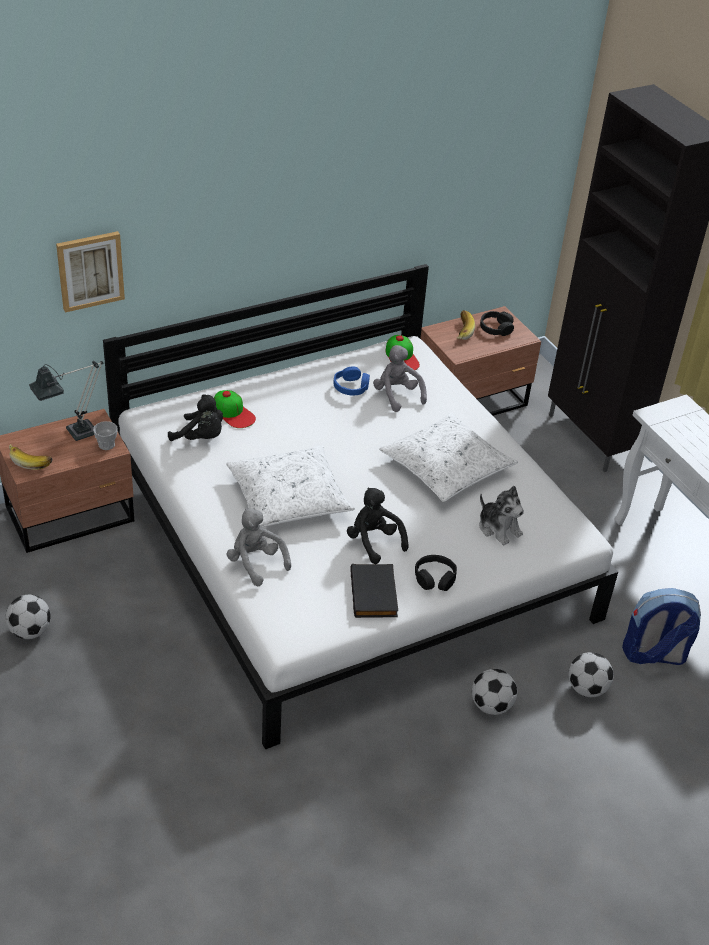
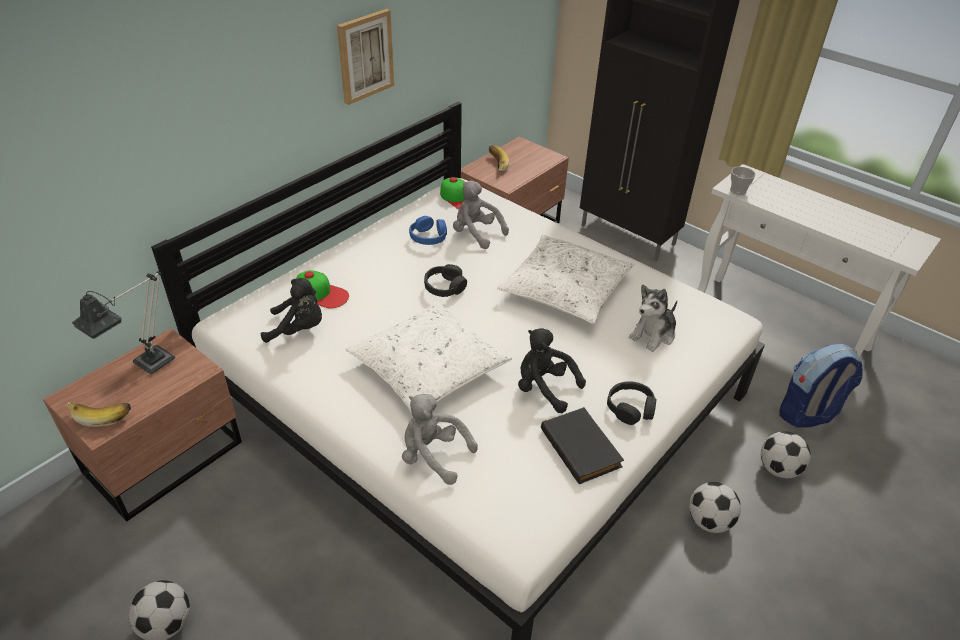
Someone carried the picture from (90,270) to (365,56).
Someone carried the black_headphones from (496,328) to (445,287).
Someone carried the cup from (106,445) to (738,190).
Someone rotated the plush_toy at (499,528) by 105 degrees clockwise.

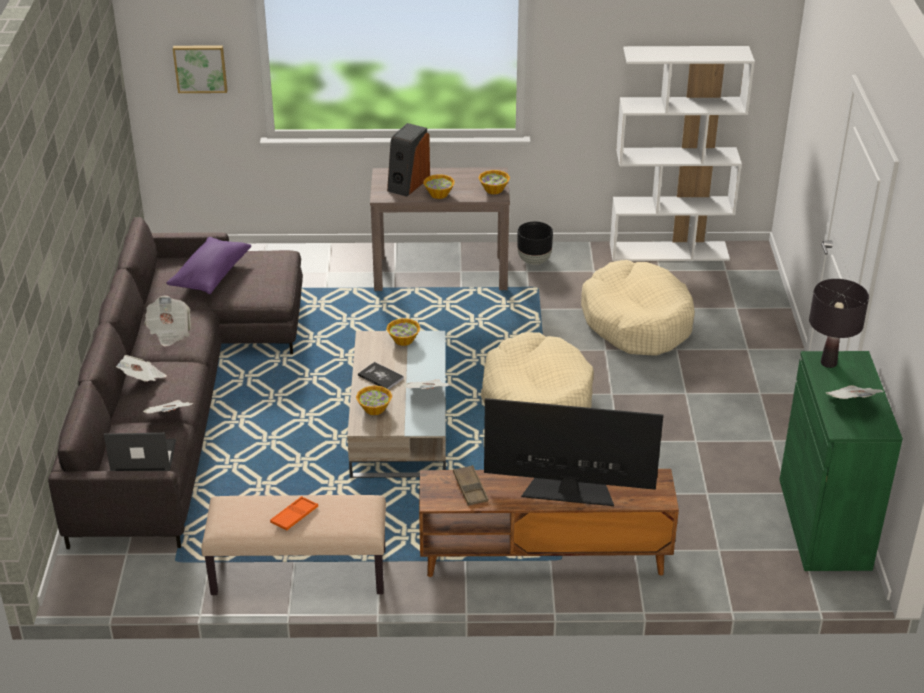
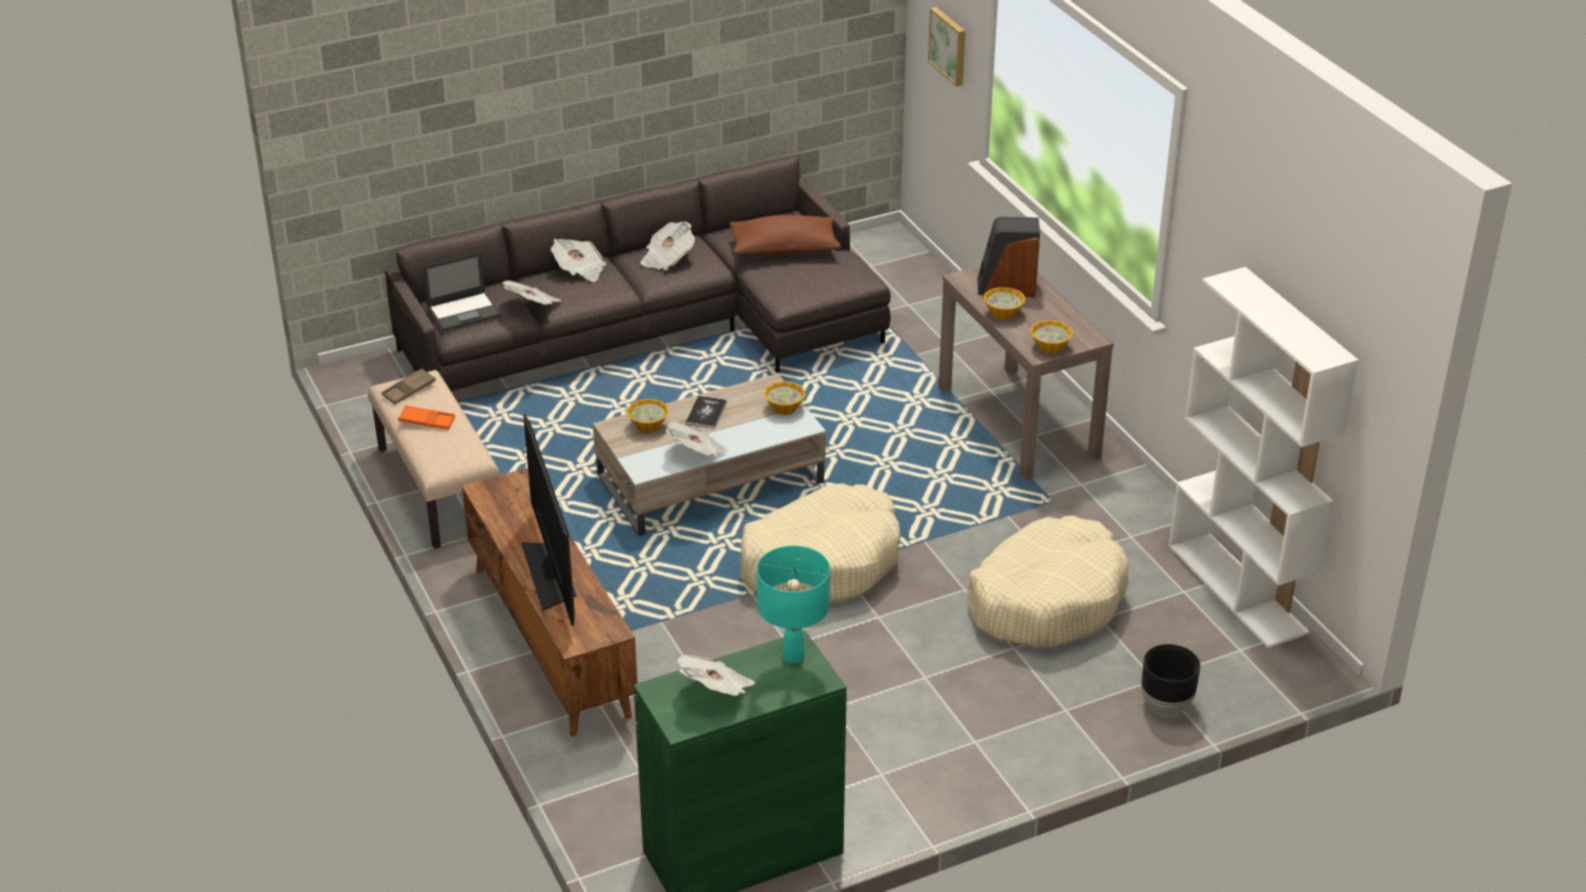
Someone carried the black_planter from (534,261) to (1166,705).
Someone repainted the purple_pillow at (210,275), which became the brown_pillow at (784,249).
Someone repainted the black_table_lamp at (828,363), which became the turquoise_table_lamp at (793,657).
Someone rotated the laptop at (142,456) by 90 degrees clockwise.
Someone carried the brown_tray from (470,488) to (409,390).

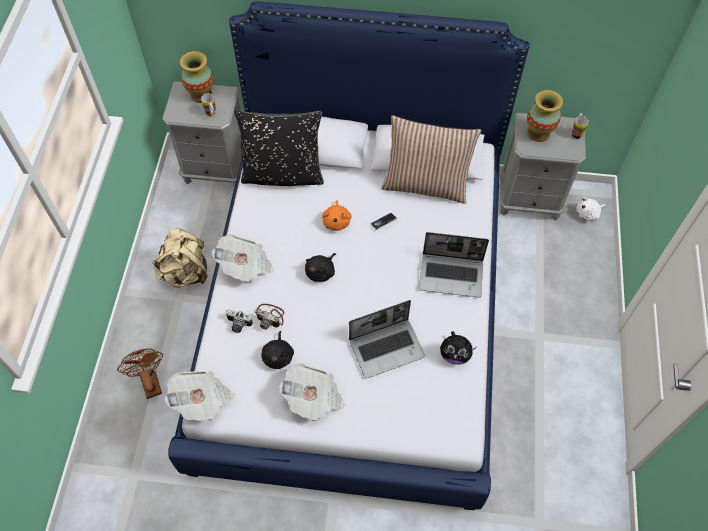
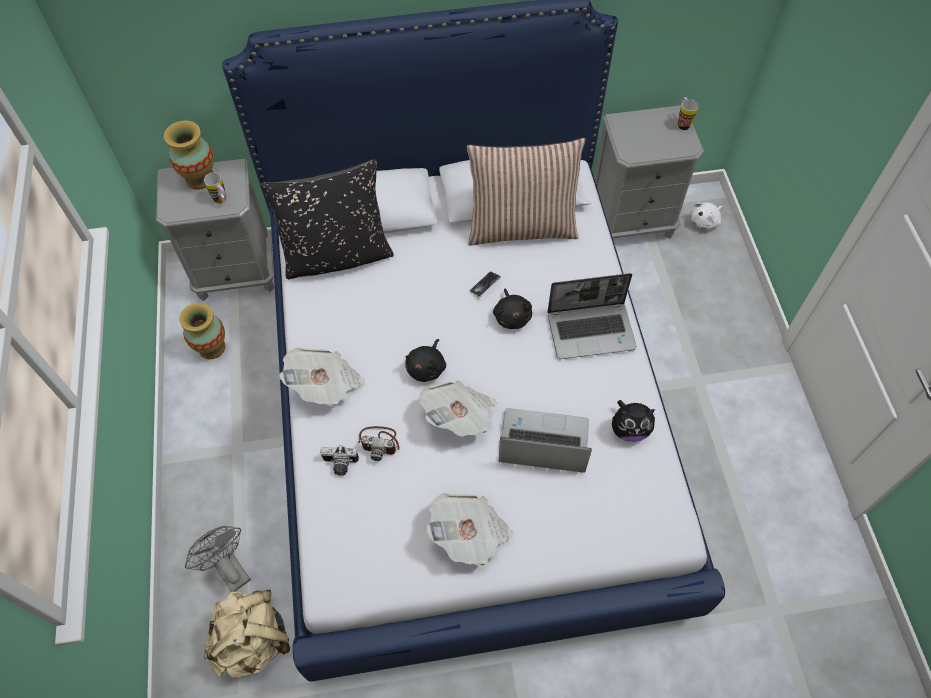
Someone carried the vase from (538,133) to (211,348).
Someone took away the orange_plush_toy at (337,221).
Someone carried the beige_backpack from (185,272) to (253,640).
Someone rotated the laptop at (387,348) by 135 degrees counterclockwise.
Someone carried the black_plush_toy from (278,356) to (512,316).
Someone repainted the brown_fan at (149,381), which became the grey_fan at (229,568).
Someone carried the newspaper from (202,400) to (460,416).

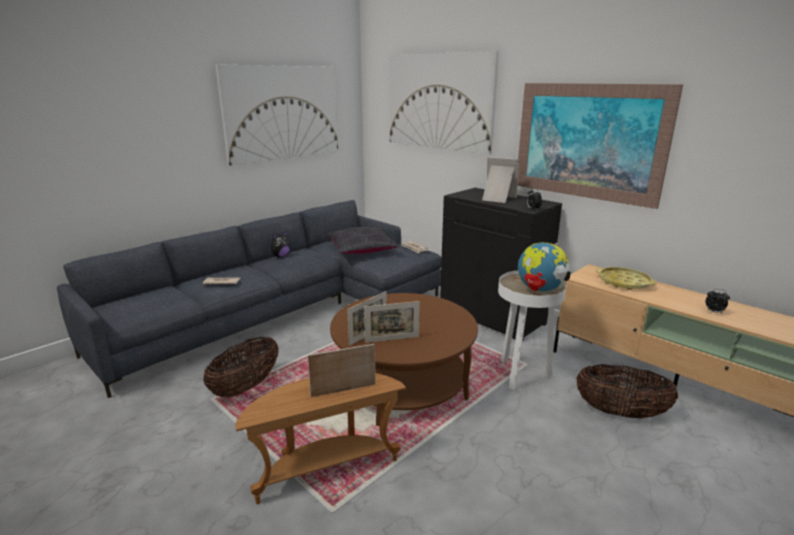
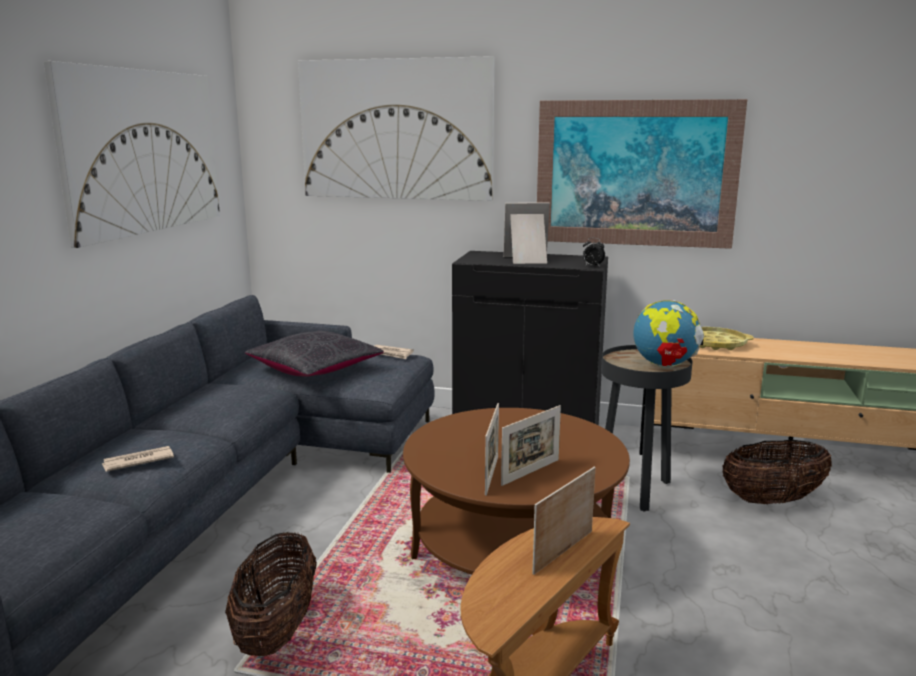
Someone took away the plush_toy at (280,256).
Someone repainted the white_side_table at (522,375), which became the black_side_table at (636,491).
Someone took away the alarm_clock at (714,312).

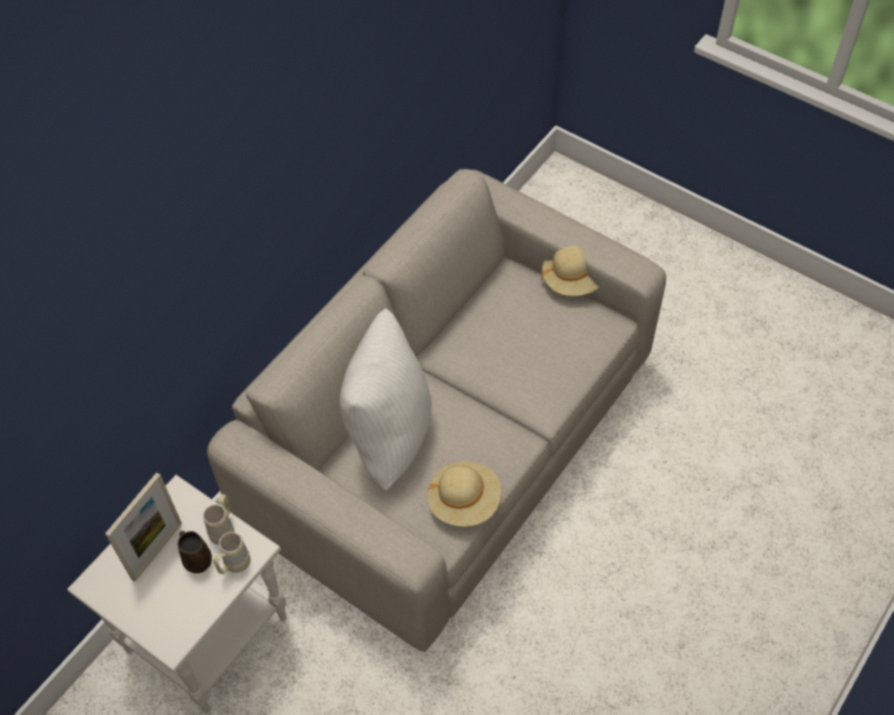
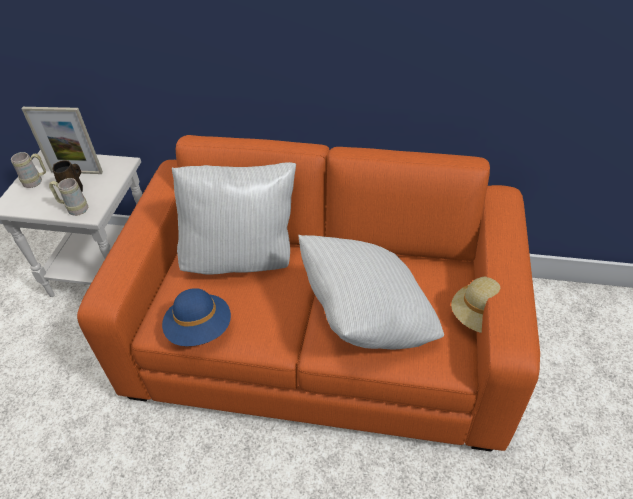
Someone repainted the beige_sofa at (449,439), which became the orange_sofa at (321,337).
Someone repainted the beige_hat at (464,502), which became the blue_hat at (200,329).
Someone carried the beige_mug from (224,528) to (36,182).
Someone put down the white_pillow at (367,319).

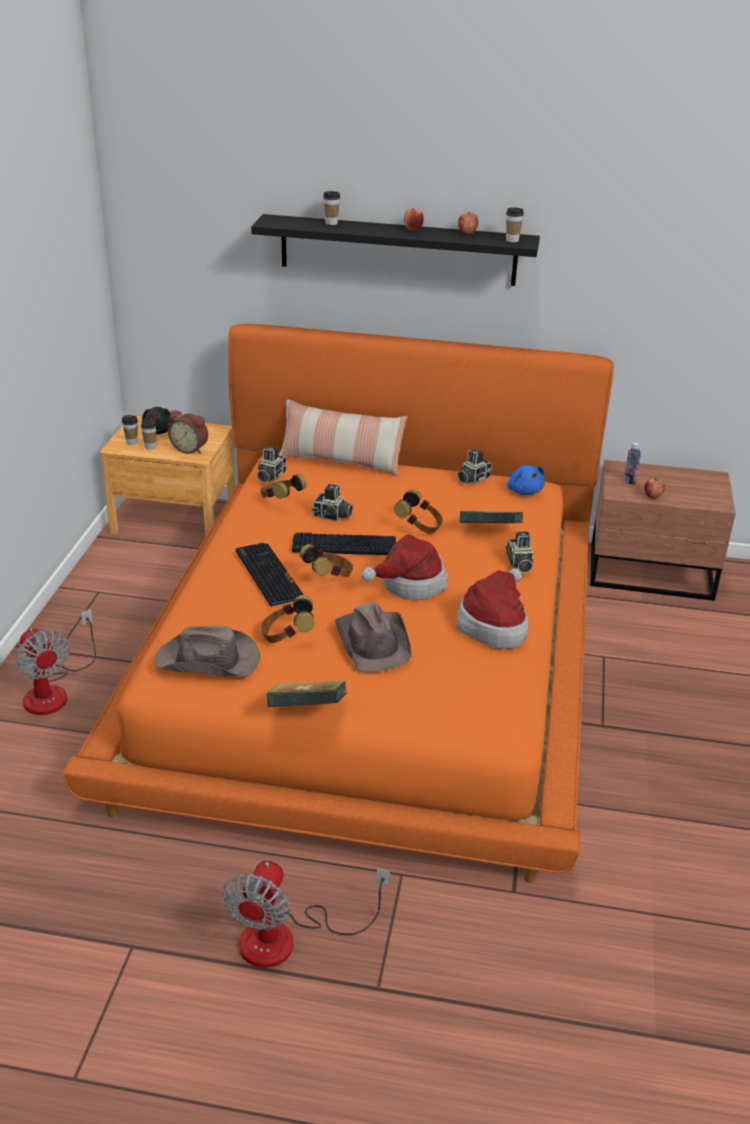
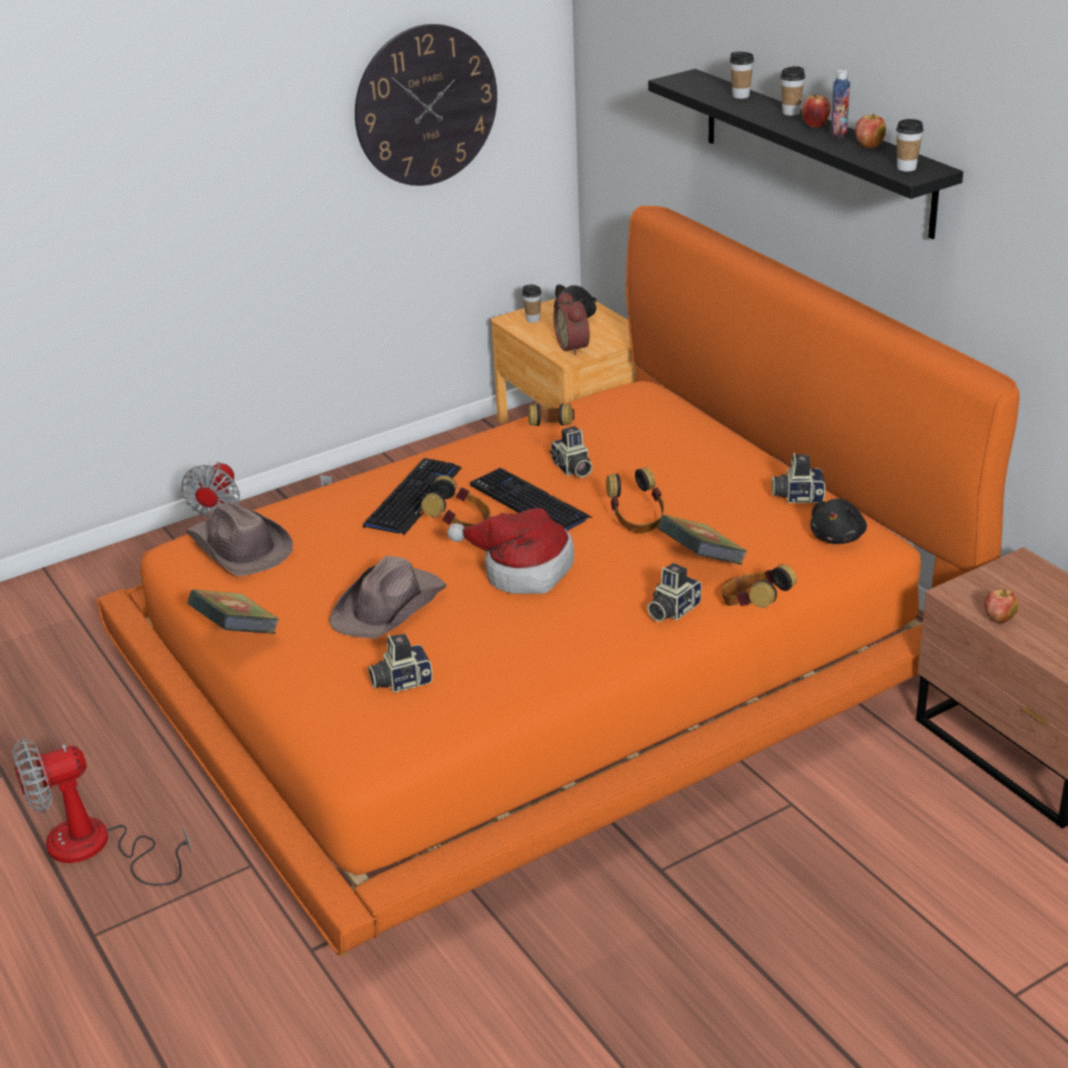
Someone took away the pillow at (341,461).
Someone carried the cup from (150,447) to (791,112).
Someone carried the bottle from (629,481) to (838,135).
Someone carried the photo_camera from (270,476) to (400,681).
Someone repainted the blue_plush_toy at (524,491), which became the black_plush_toy at (838,537).
Someone took away the hat at (494,625).
Someone carried the headphones from (287,636) to (754,608).
Someone put up the wall_clock at (426,105).

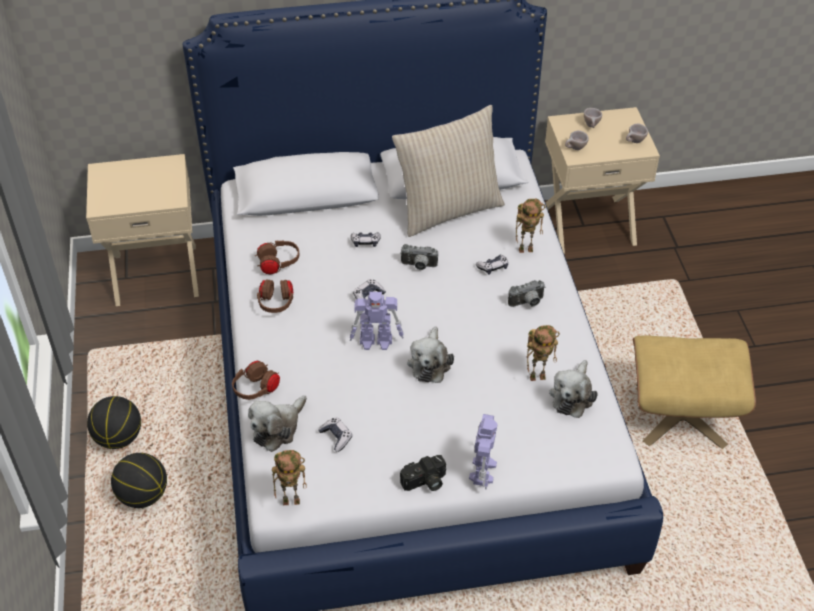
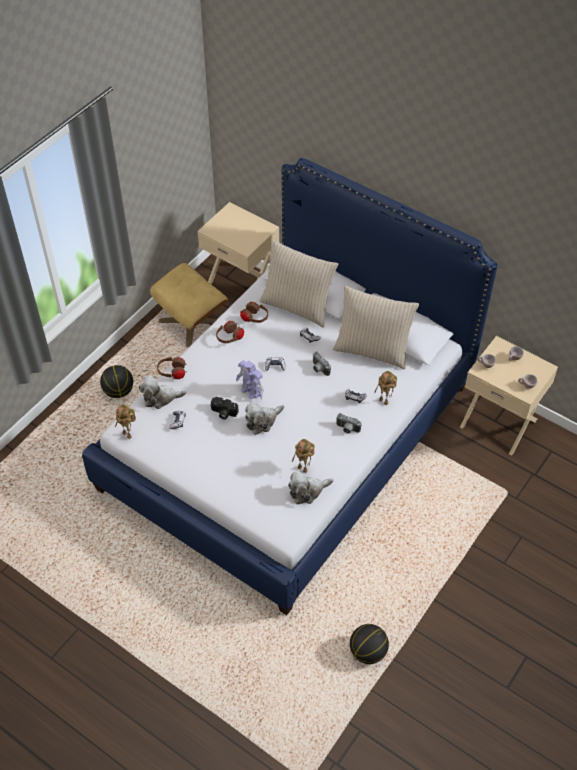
Someone carried the beige_ottoman from (680,414) to (192,322).
Someone carried the basketball from (118,438) to (367,652).
Someone took away the toy_robot at (483,470).
Someone carried the photo_camera from (425,482) to (223,413).
Someone put down the beige_pillow at (297,306).

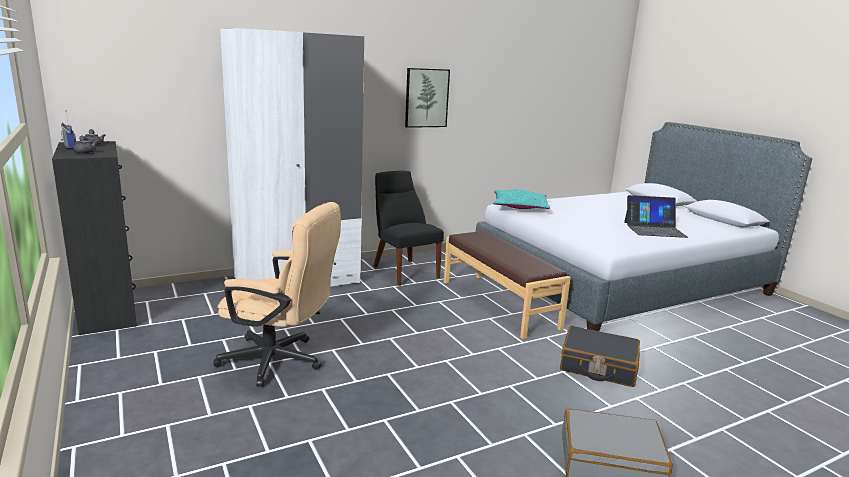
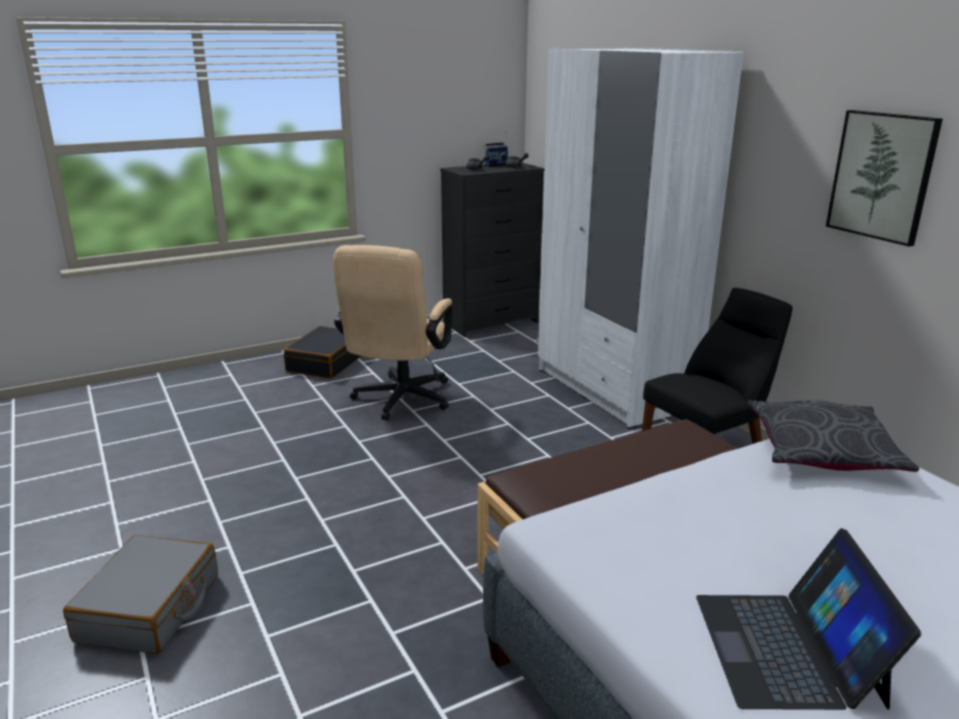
Someone repainted the turquoise_pillow at (519,207), which became the grey_pillow at (822,450).
Someone carried the black_suitcase from (598,366) to (325,363).

